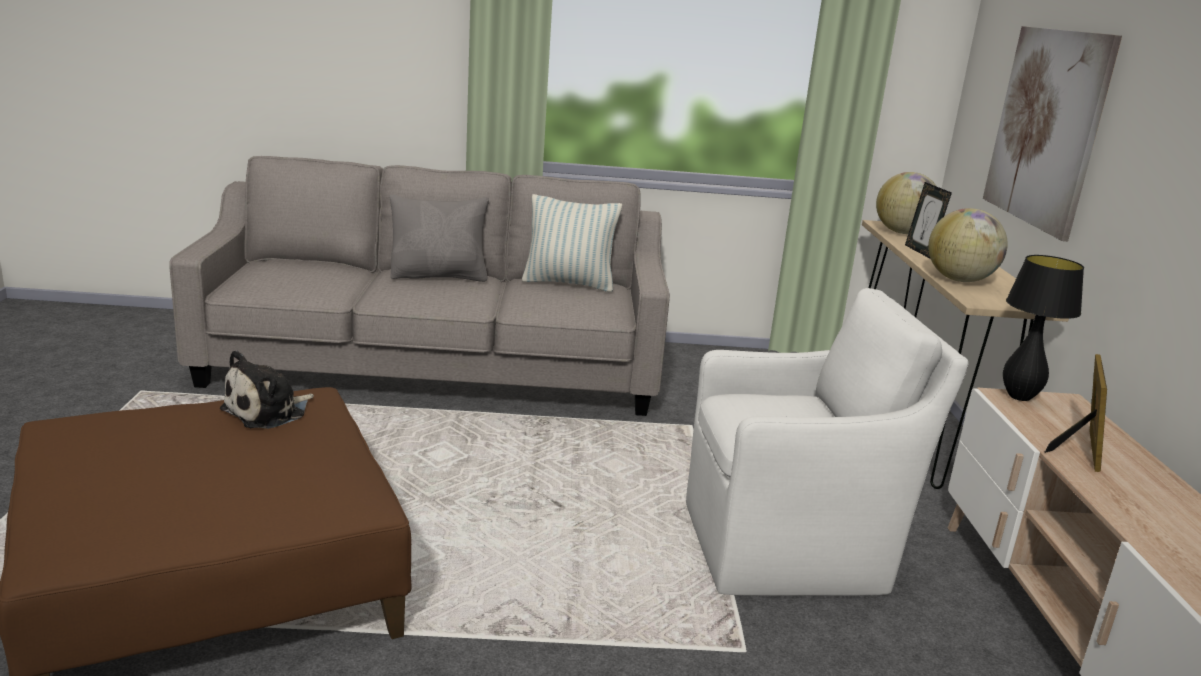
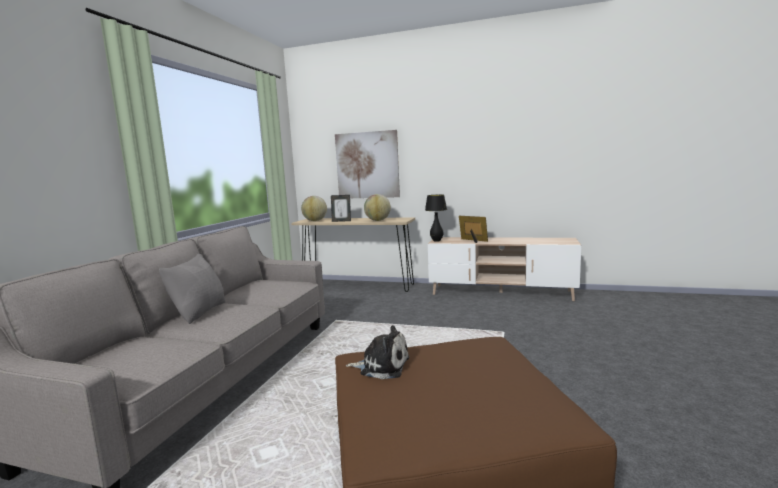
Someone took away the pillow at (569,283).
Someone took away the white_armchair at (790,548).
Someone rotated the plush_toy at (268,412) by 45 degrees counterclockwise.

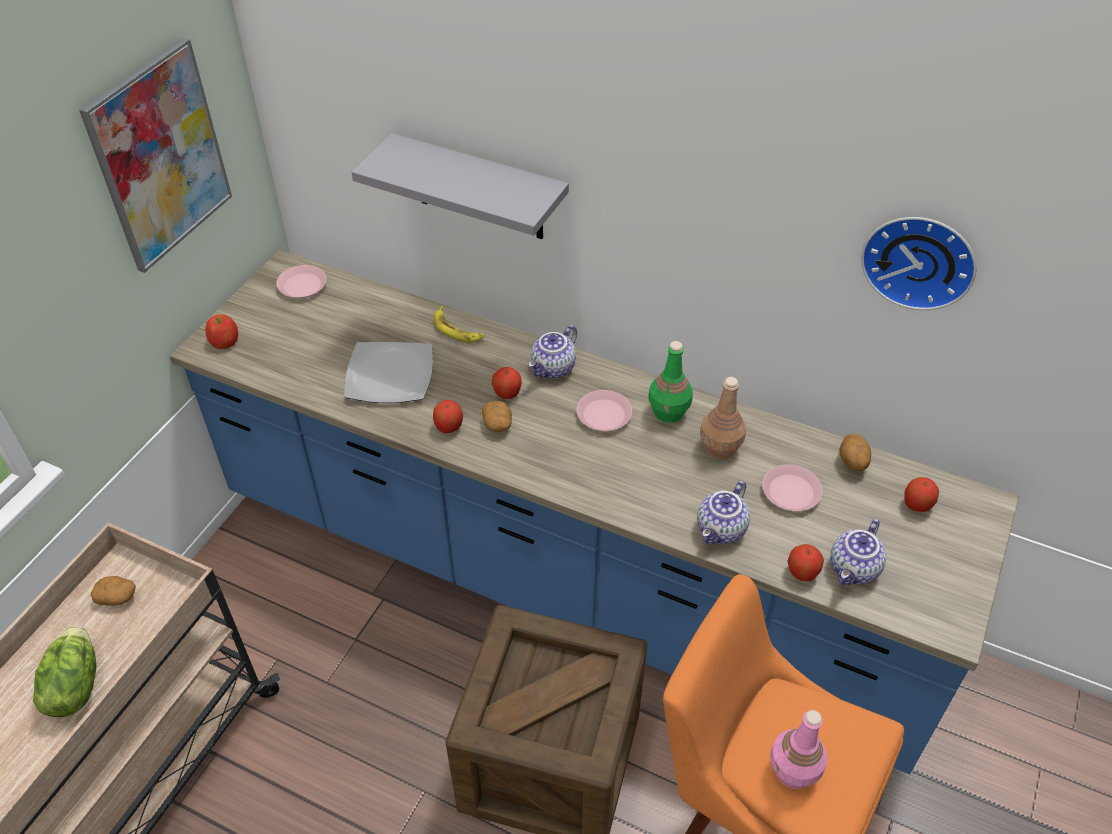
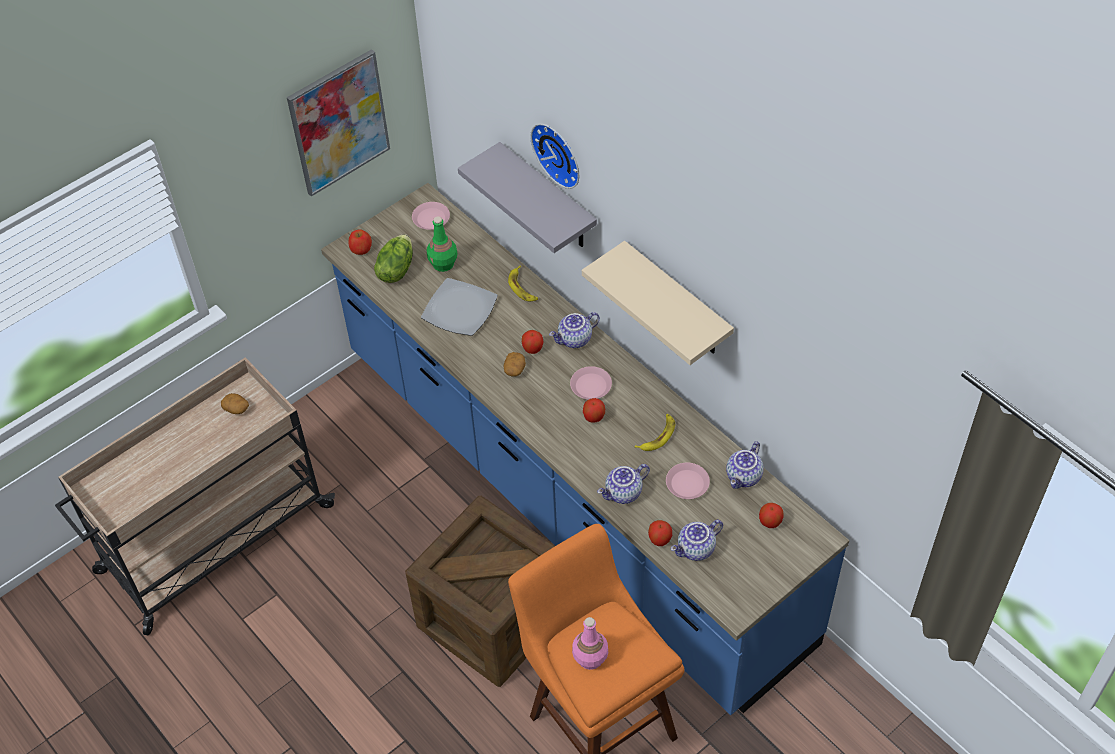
Someone carried the wall_clock from (919,259) to (559,153).
Someone carried the green_bottle from (669,411) to (443,264).
Someone swapped the brown_bottle at (719,447) for the banana at (657,435).
Someone carried the apple from (448,427) to (593,417).
Someone swapped the potato at (851,462) for the teapot at (744,477).
Someone carried the lettuce from (74,686) to (395,269).
Someone put up the beige_shelf at (677,302).

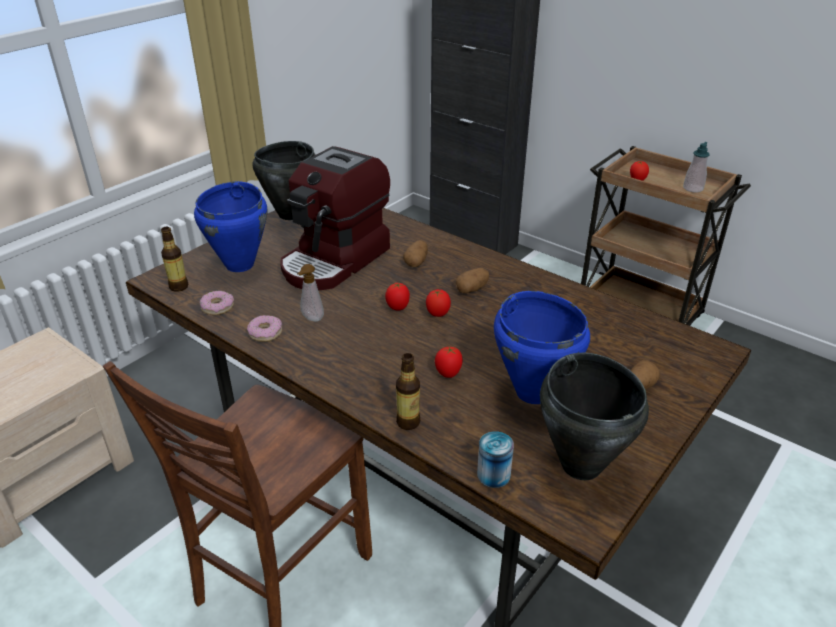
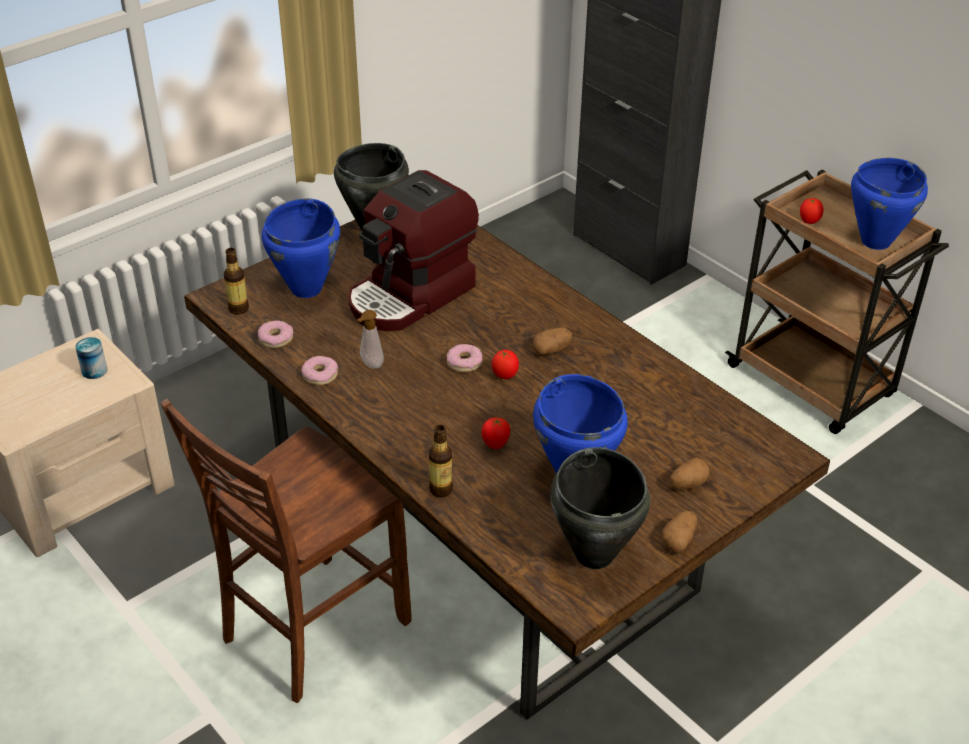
Someone swapped the soap_dispenser at (693,188) for the blue_cooking_pot at (875,241).
Someone carried the potato from (416,262) to (679,540).
Someone swapped the tomato at (398,308) for the donut at (464,363).
Someone carried the can from (493,475) to (94,370).

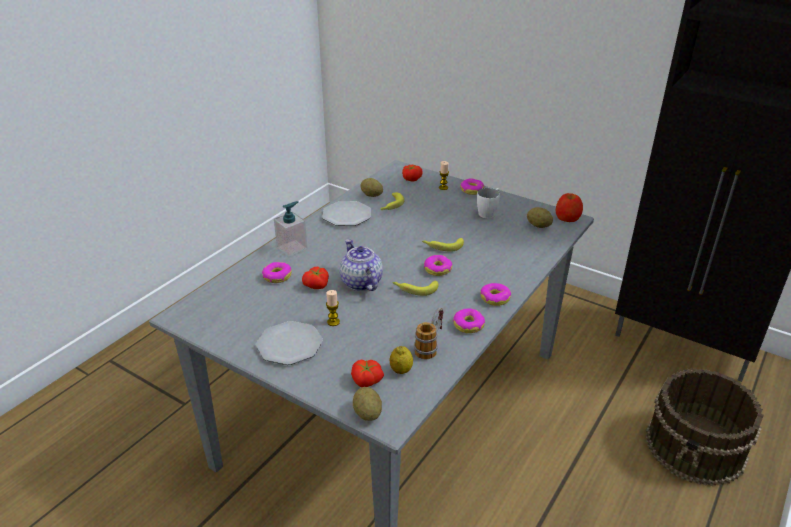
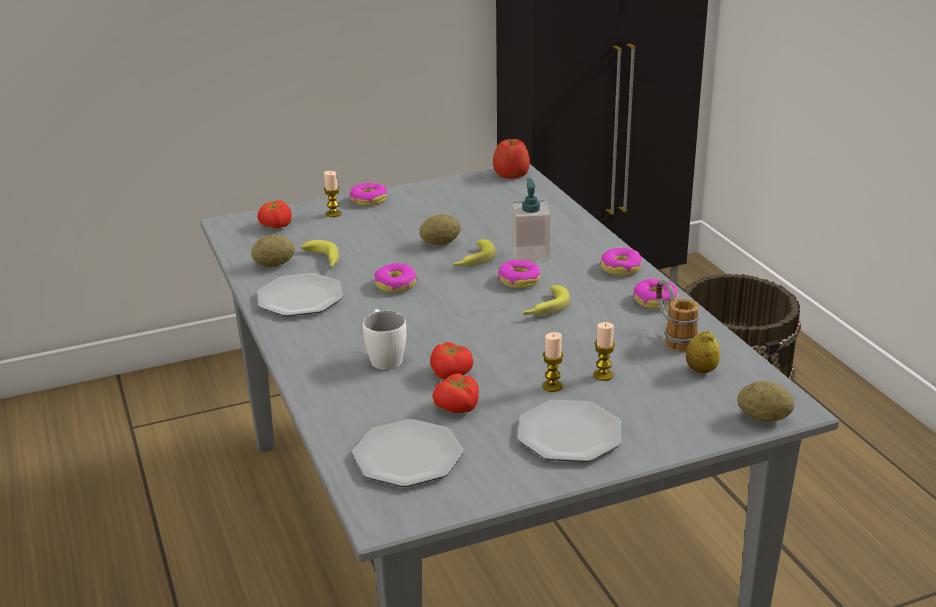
Someone carried the white_mug from (489,212) to (384,357).
Someone carried the soap_dispenser from (292,248) to (530,253).
Someone carried the potato from (538,226) to (440,243).
Someone took away the teapot at (360,282).
Someone carried the donut from (277,276) to (395,285).
Someone carried the tomato from (366,381) to (458,408).
Someone put down the candle at (603,375).
Someone put down the plate at (407,457).

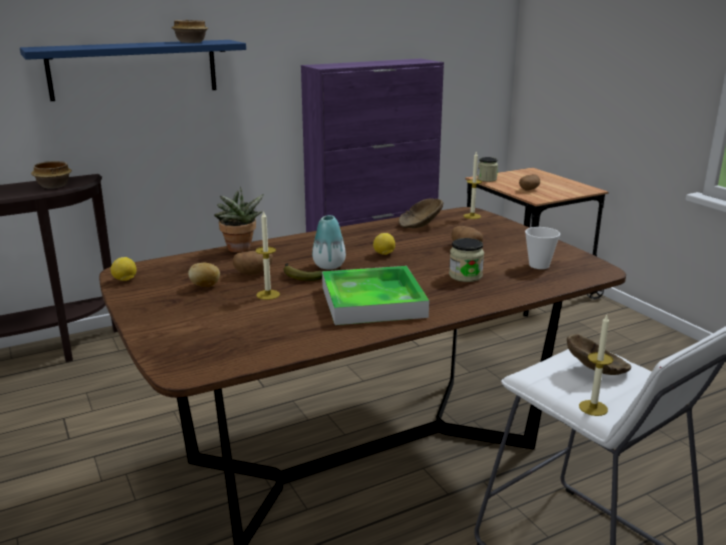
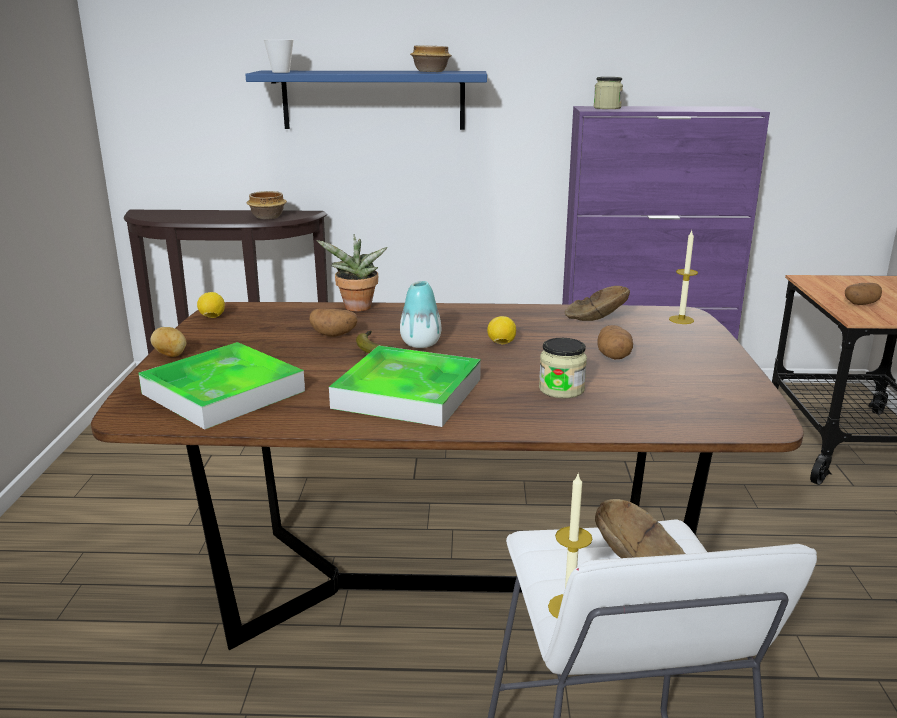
Someone carried the jar from (487,179) to (607,108).
Someone took away the candle at (268,295).
Someone carried the cup from (539,265) to (281,72).
Someone carried the potato from (205,286) to (171,355).
Someone put down the tray at (223,392).

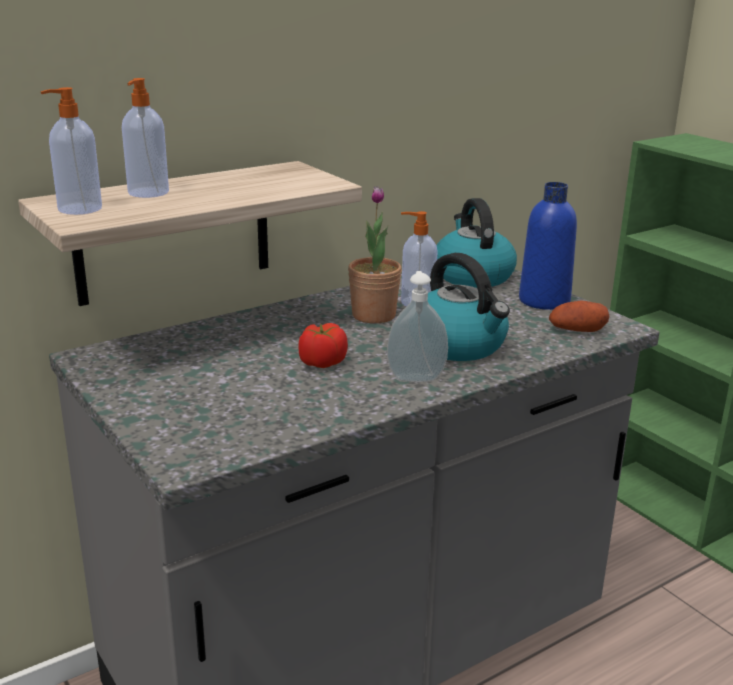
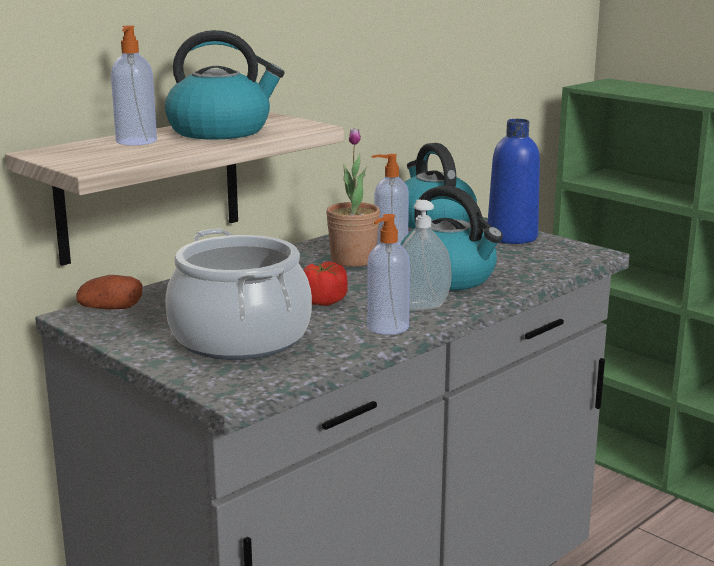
Someone carried the soap_dispenser from (78,209) to (387,327).
Someone carried the potato from (577,330) to (110,309).
Someone put down the kettle at (221,131).
Someone put down the cooking_pot at (240,338).

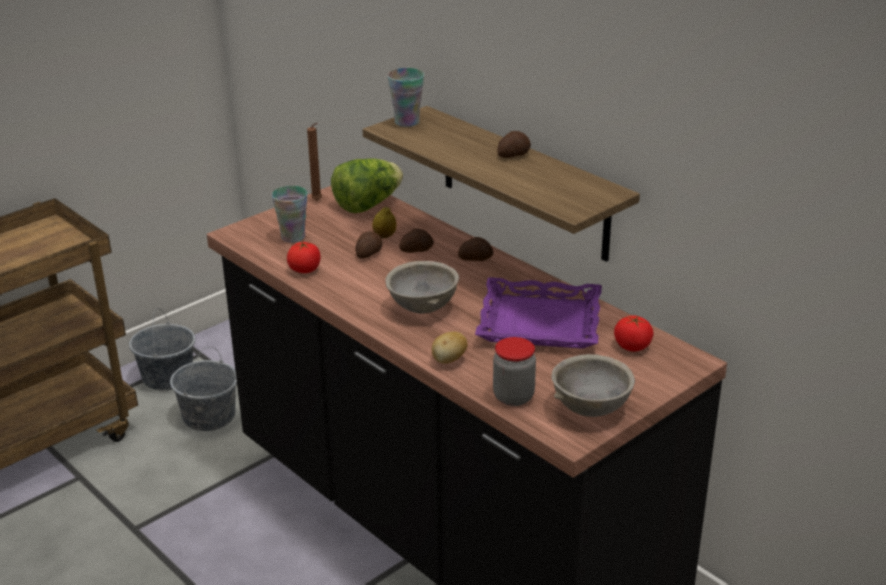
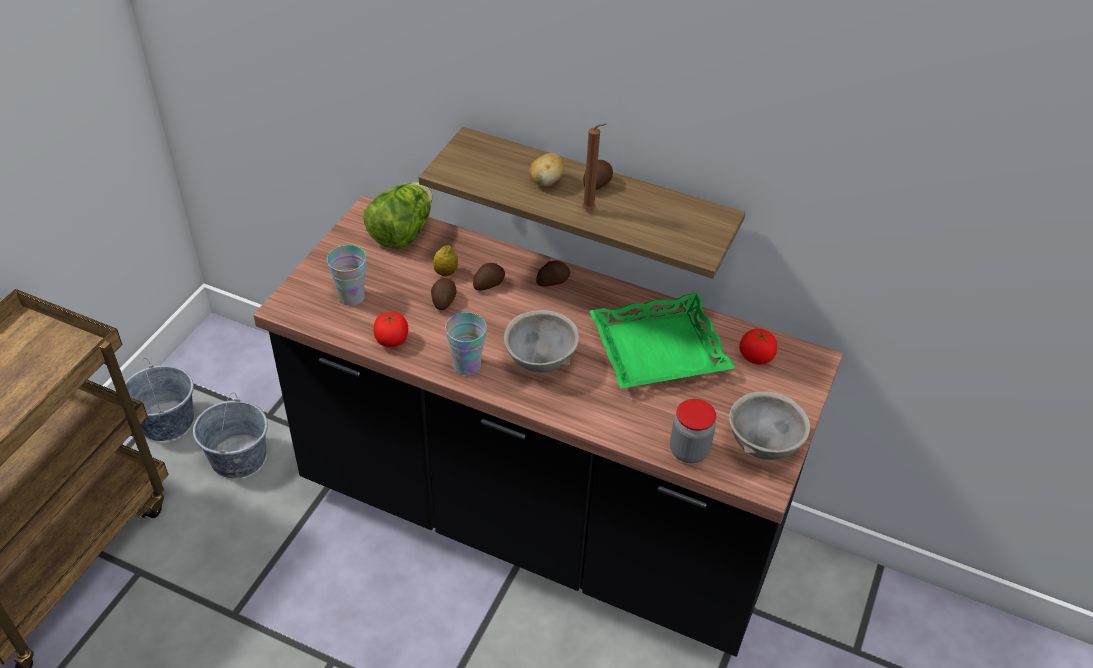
Someone carried the cup from (407,122) to (467,365).
Someone carried the brown_candle from (317,201) to (590,211).
Someone repainted the purple_tray at (540,322), which became the green_tray at (659,348).
Someone carried the potato from (449,360) to (546,181).

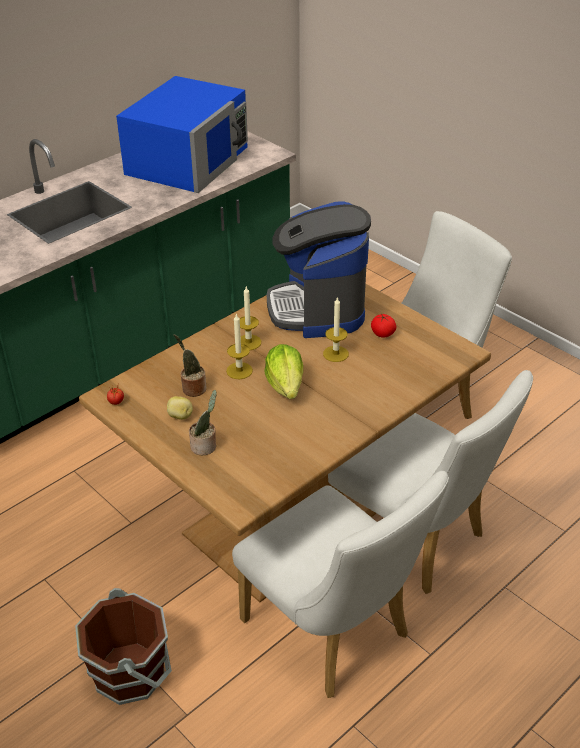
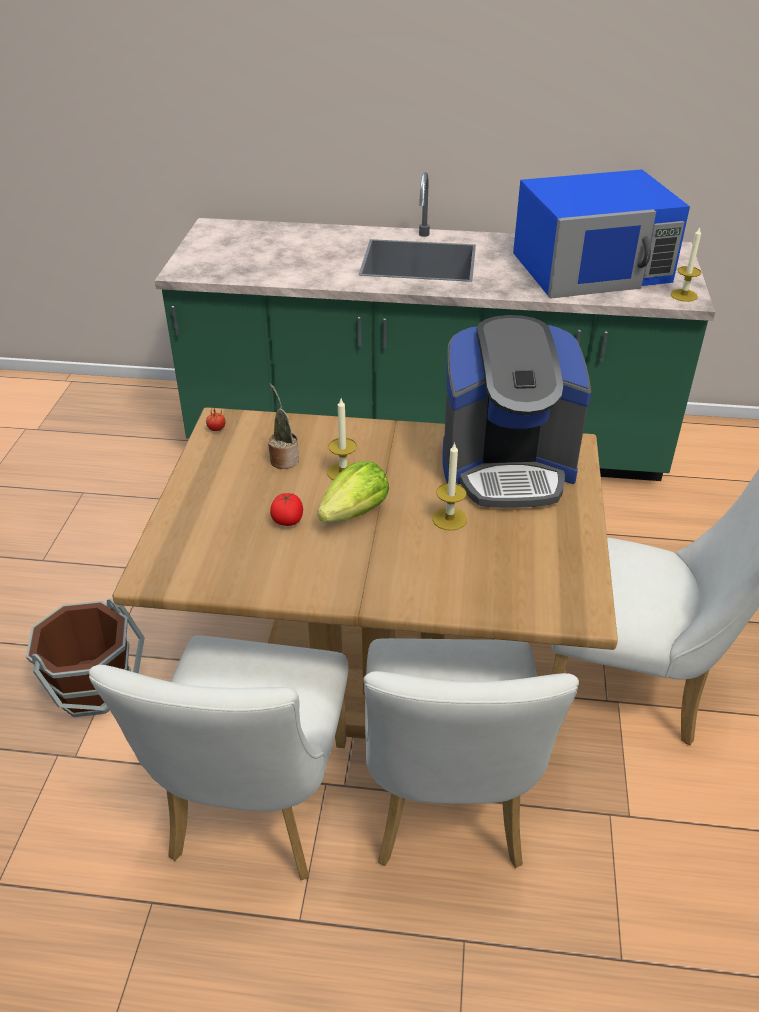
Someone rotated the coffee_machine at (318,308) by 135 degrees counterclockwise.
Someone carried the candle from (248,342) to (683,295).
Someone carried the tomato from (382,334) to (287,520).
Someone took away the potted_plant at (205,446).
Someone took away the potato at (180,416).

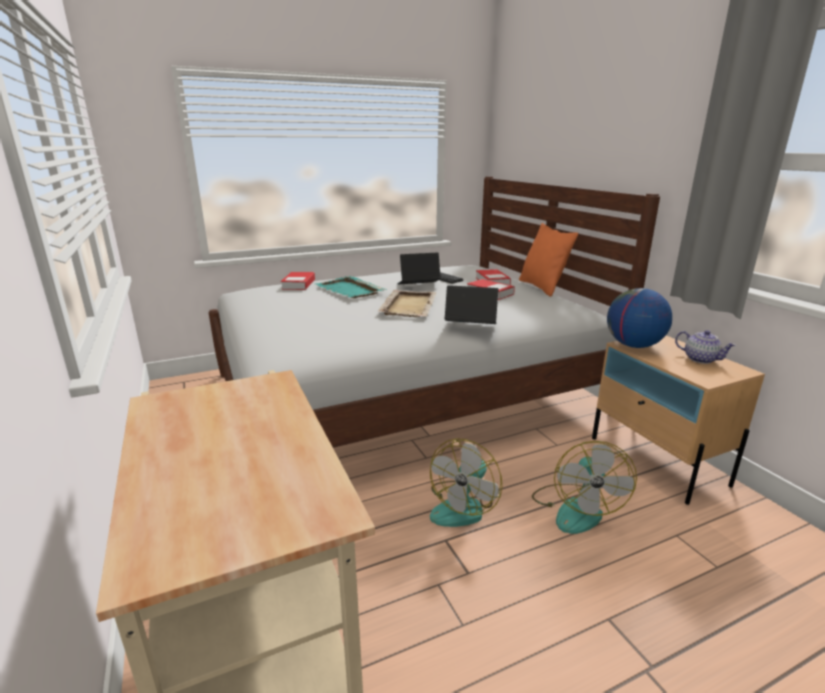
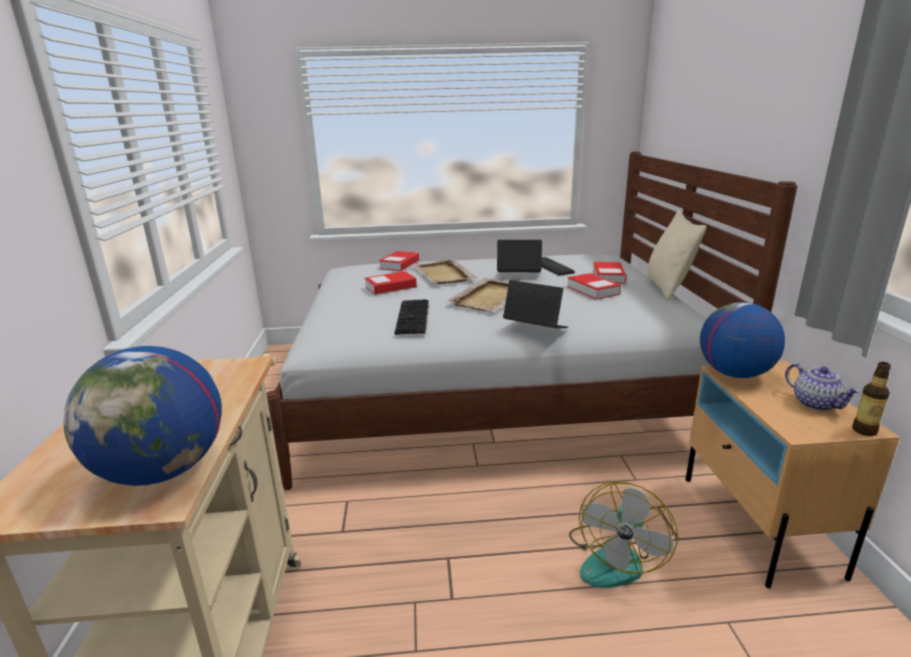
Someone repainted the orange_pillow at (542,287), which became the beige_pillow at (667,288).
Someone repainted the turquoise_tray at (350,290), which became the beige_tray at (443,275).
Someone took away the fan at (463,506).
Someone put down the book at (390,287).
Someone put down the keyboard at (414,317).
Someone put down the globe at (163,471).
Someone put down the bottle at (864,431).

